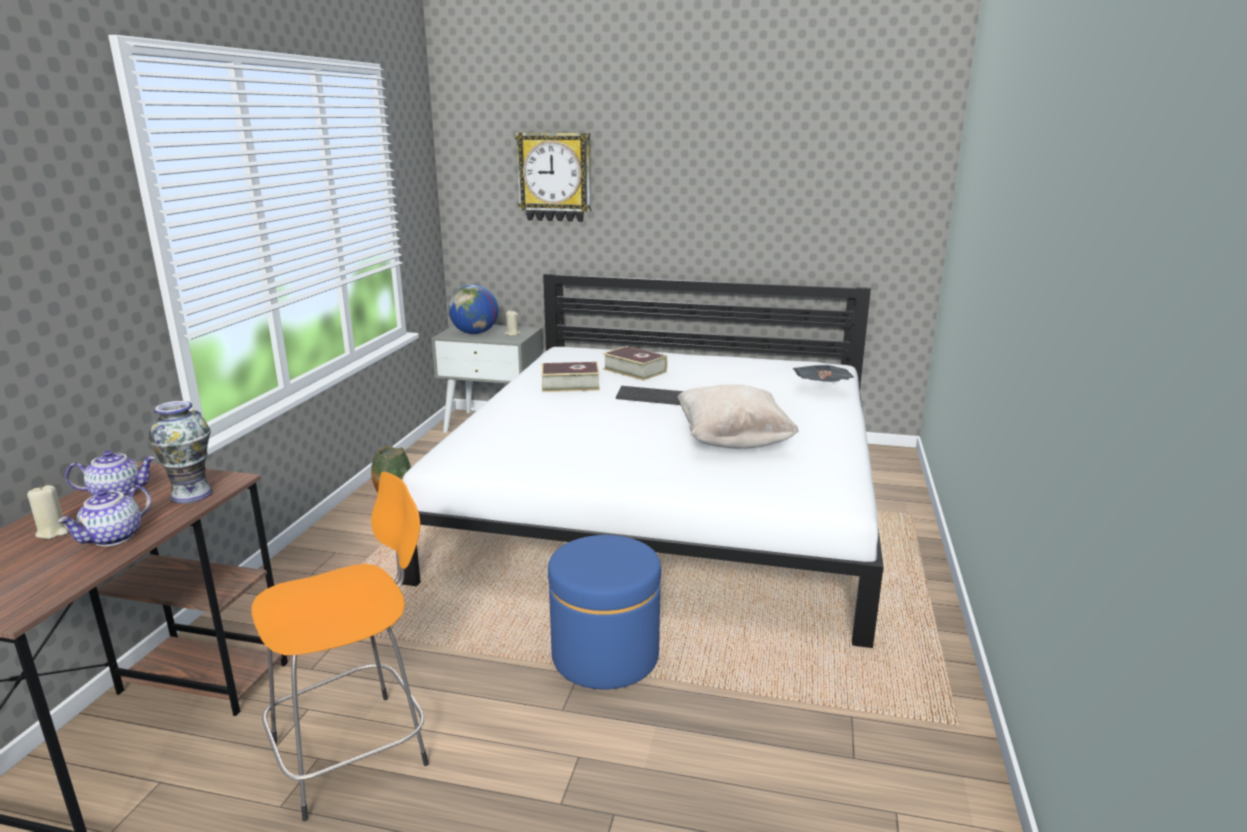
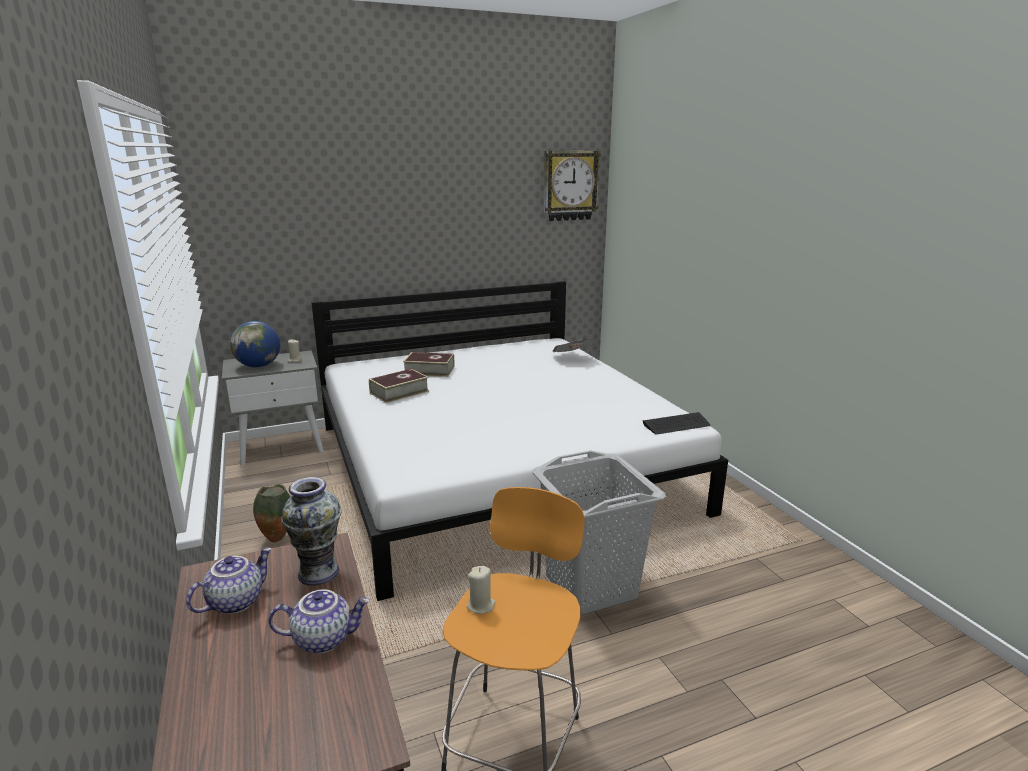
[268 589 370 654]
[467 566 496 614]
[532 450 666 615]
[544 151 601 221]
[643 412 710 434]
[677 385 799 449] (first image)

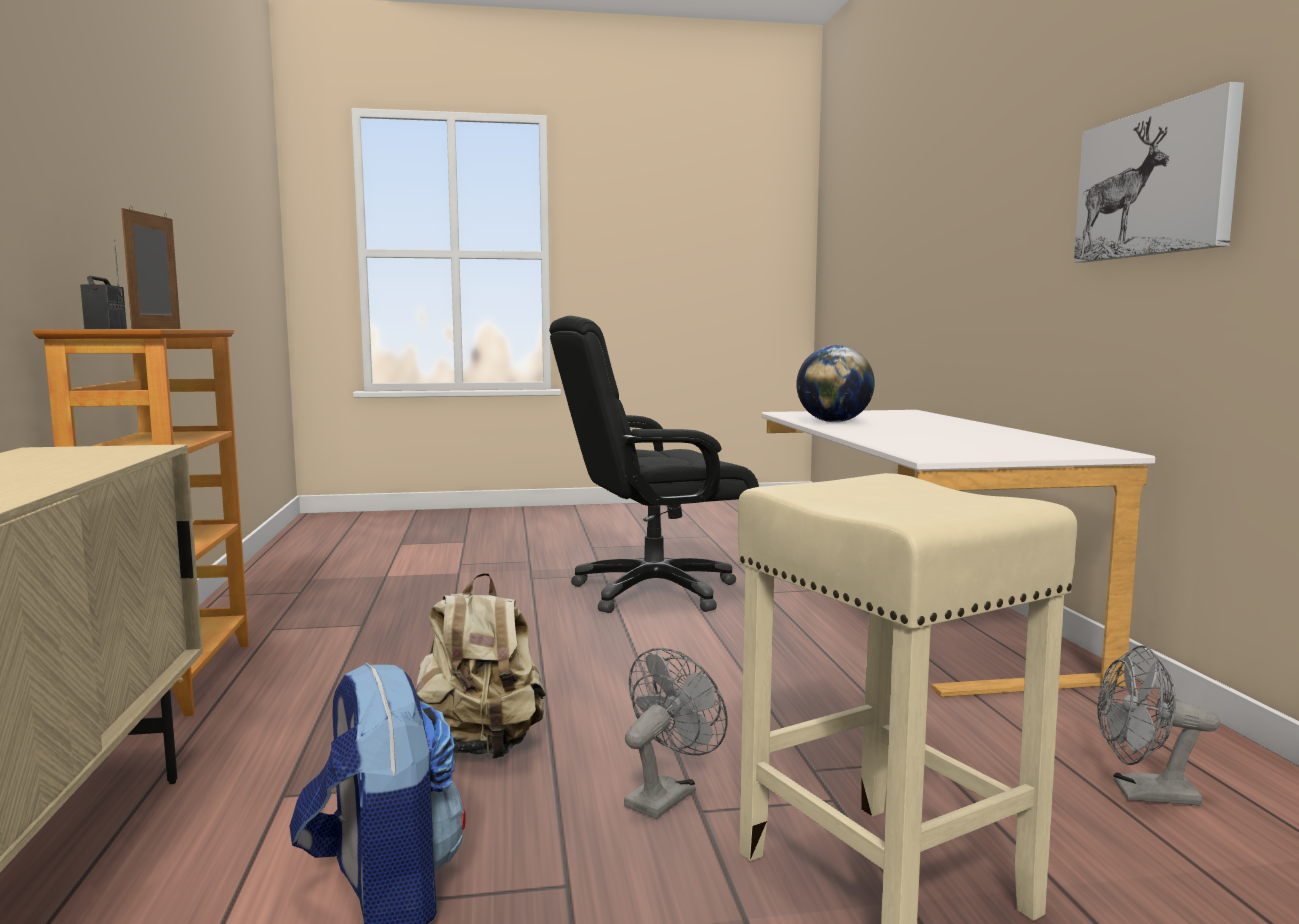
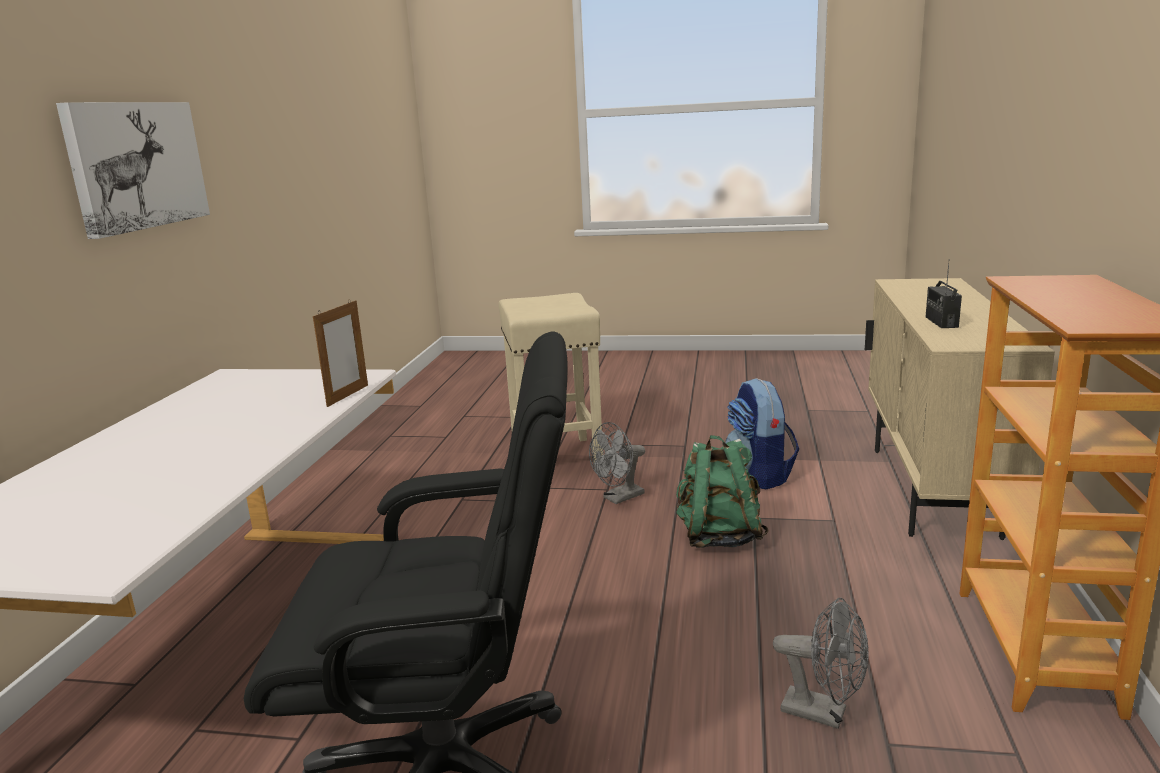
[313 299 368 407]
[676 435 769 548]
[773 597 869 729]
[926 259 962 328]
[796 345 875 422] (first image)

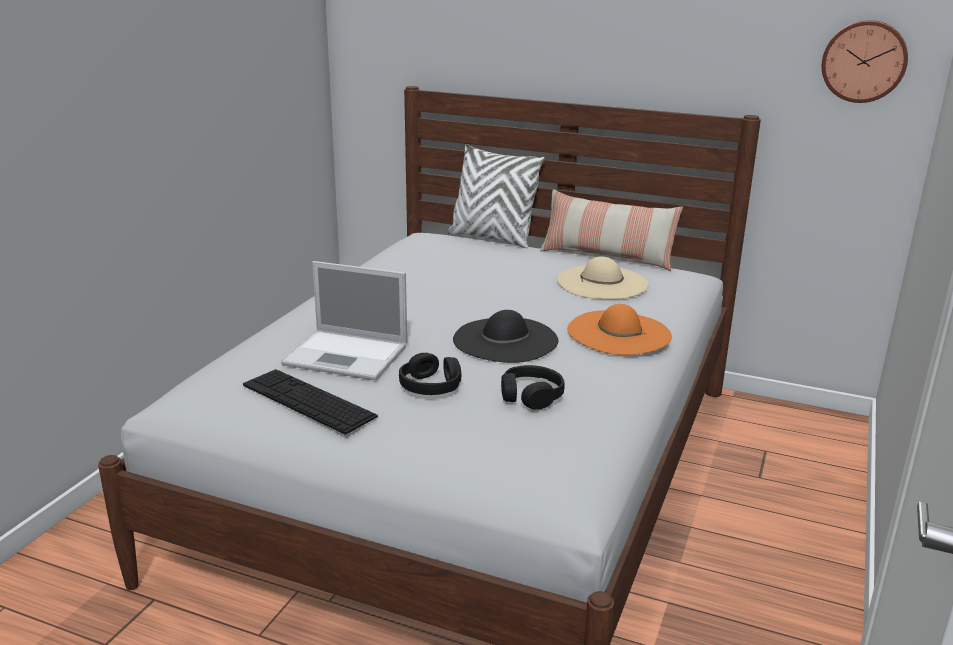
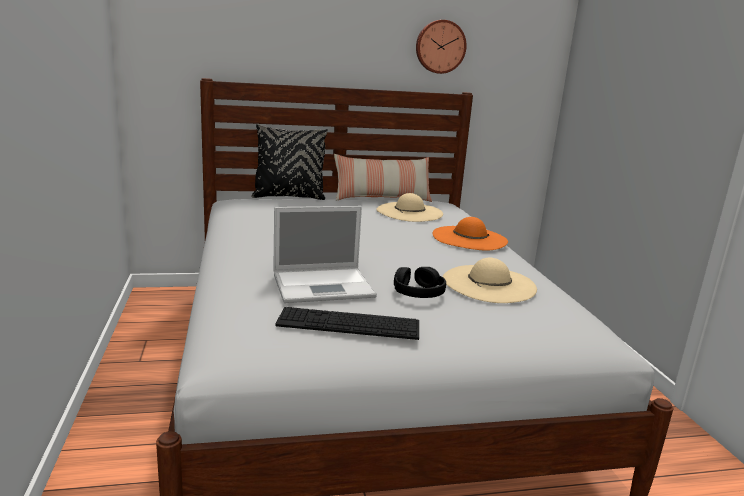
[251 124 328 200]
[416 20 467 74]
[442 258 537 303]
[453 310 558 363] (first image)

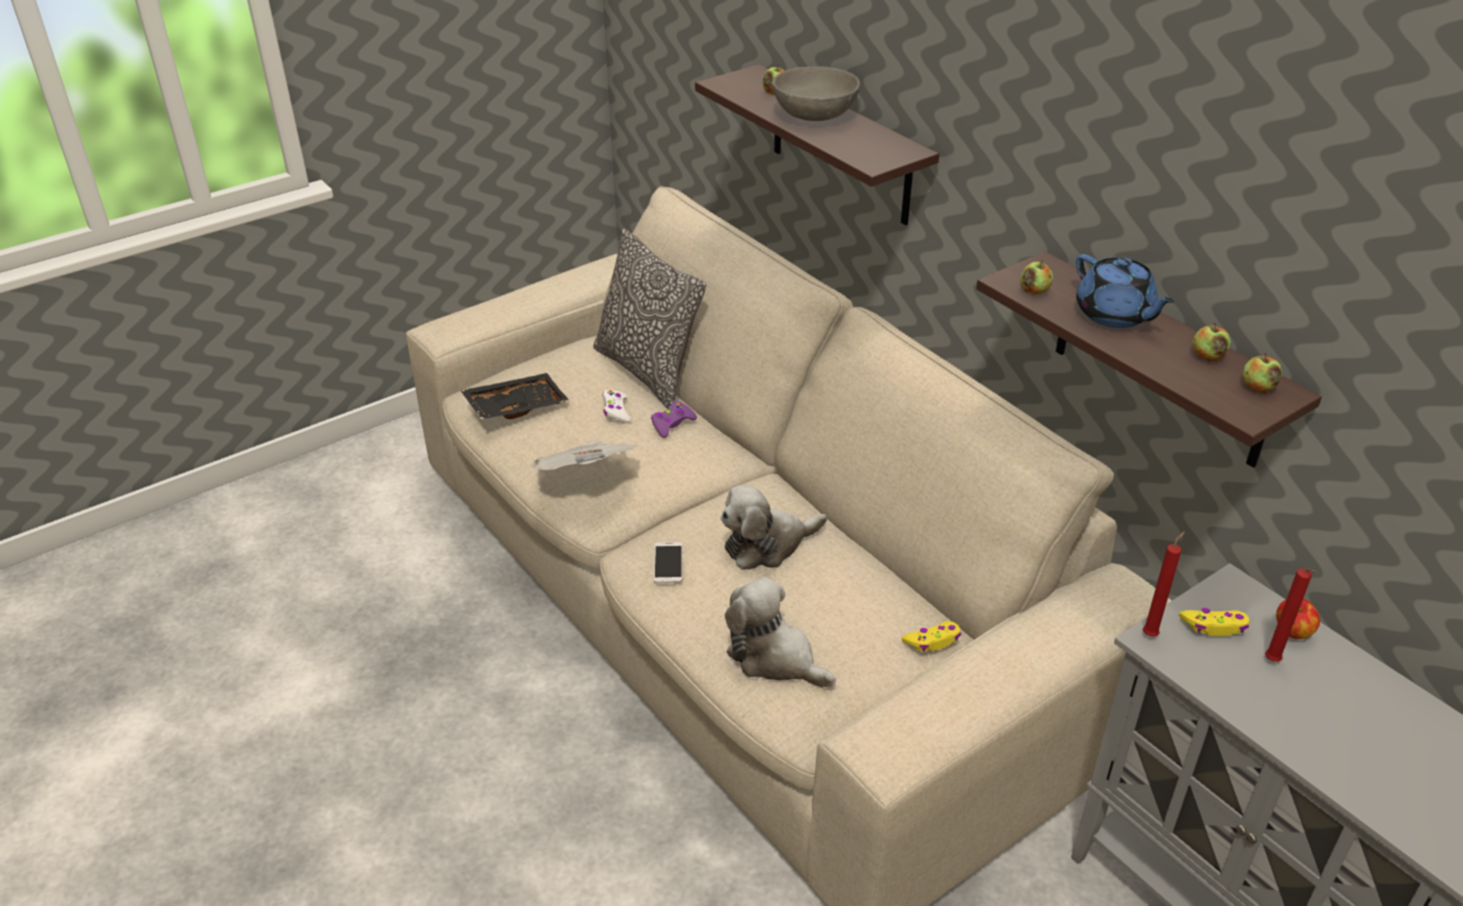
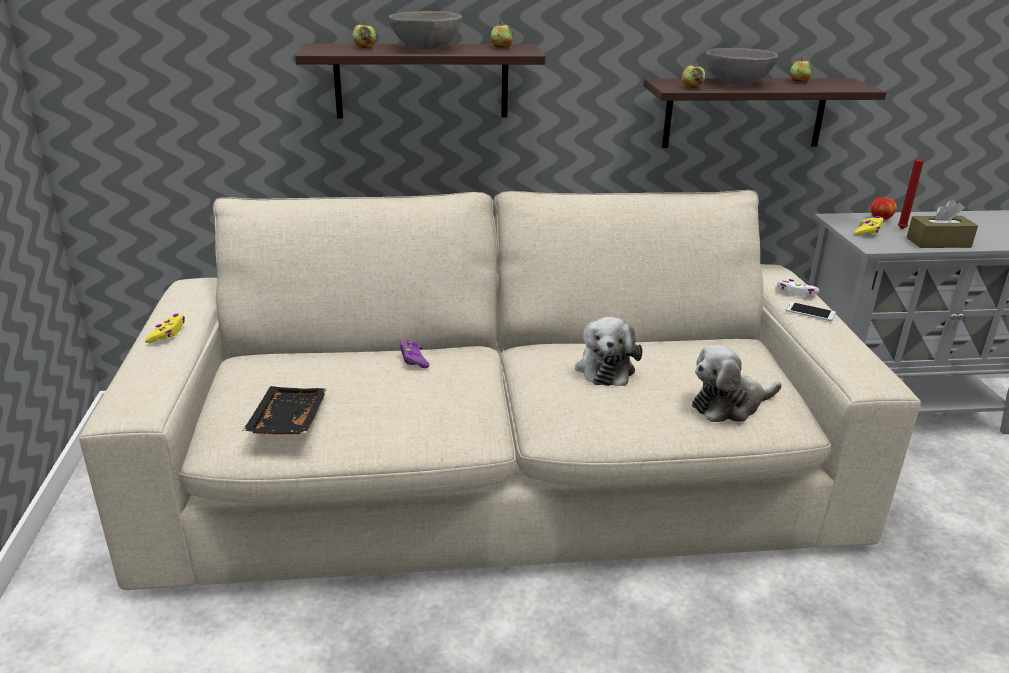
[145 314 185 343]
[491 22 514 48]
[706 48 778 84]
[777 279 819 296]
[786 302 836 321]
[906 199 978 248]
[531 440 637 470] (first image)
[593 229 706 409] (first image)
[1143 531 1185 637] (first image)

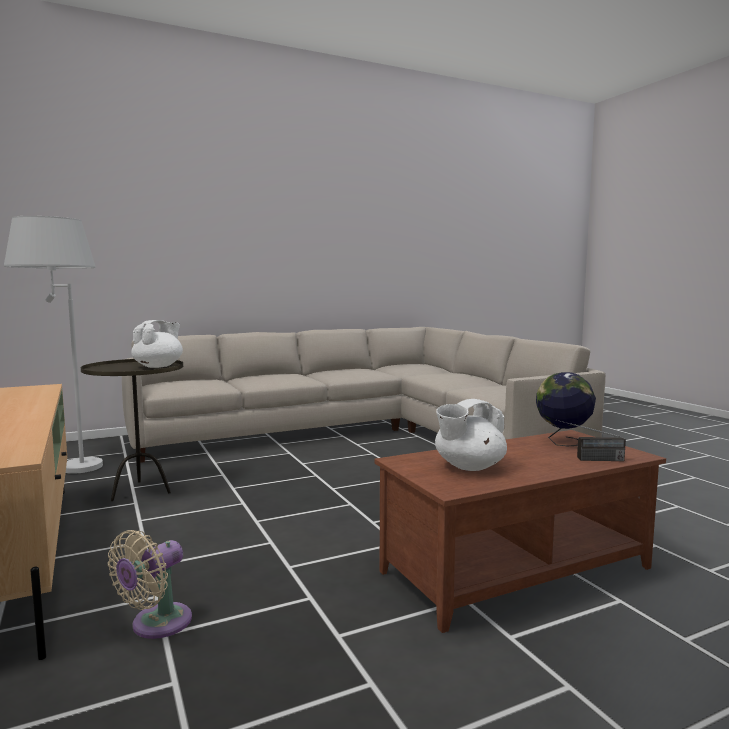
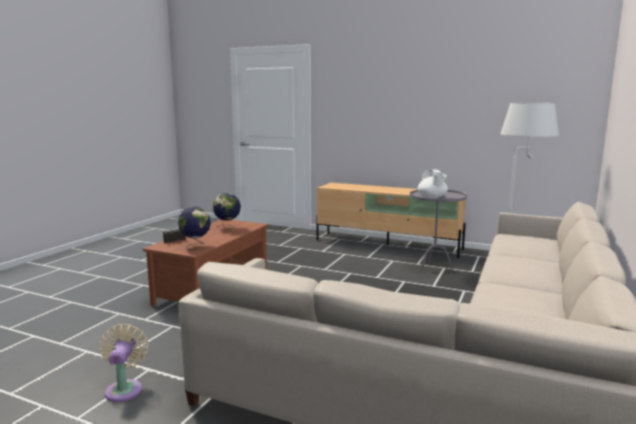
[100 324 149 402]
[213 193 241 229]
[410 190 467 271]

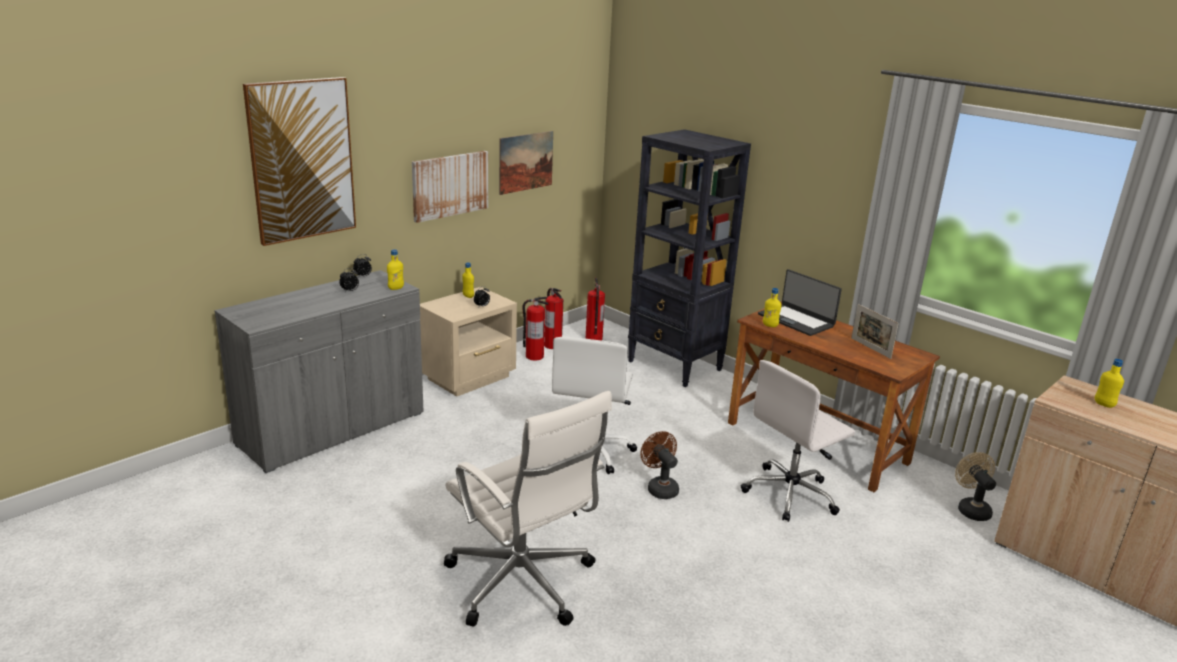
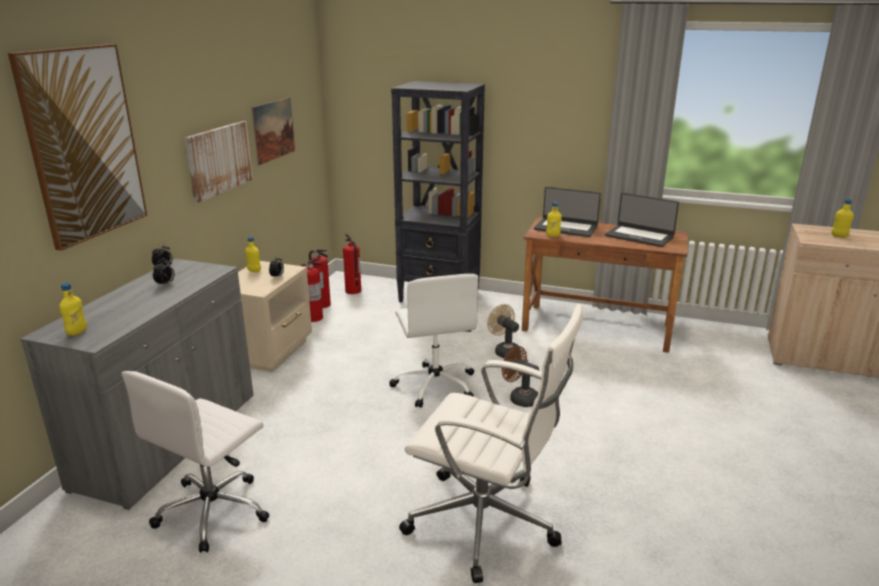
[59 282 87 336]
[121 371 269 553]
[487 304 521 358]
[605 193 679 247]

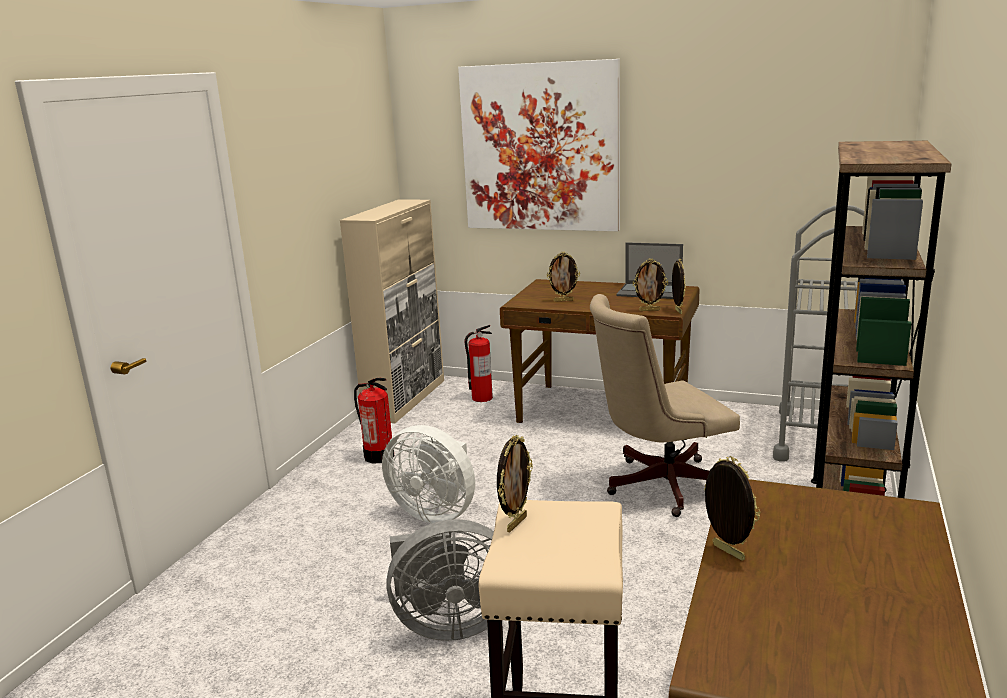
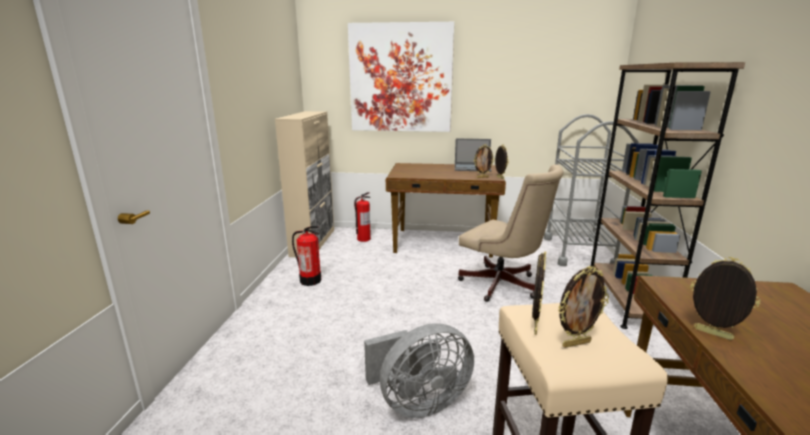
[458 164 564 302]
[558 266 609 348]
[382 425 475 523] (first image)

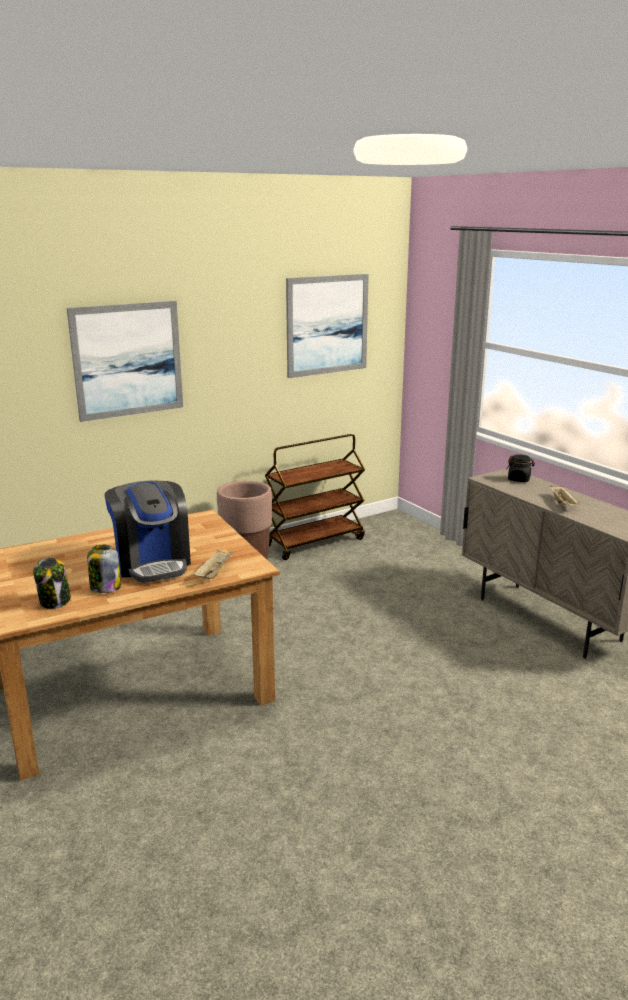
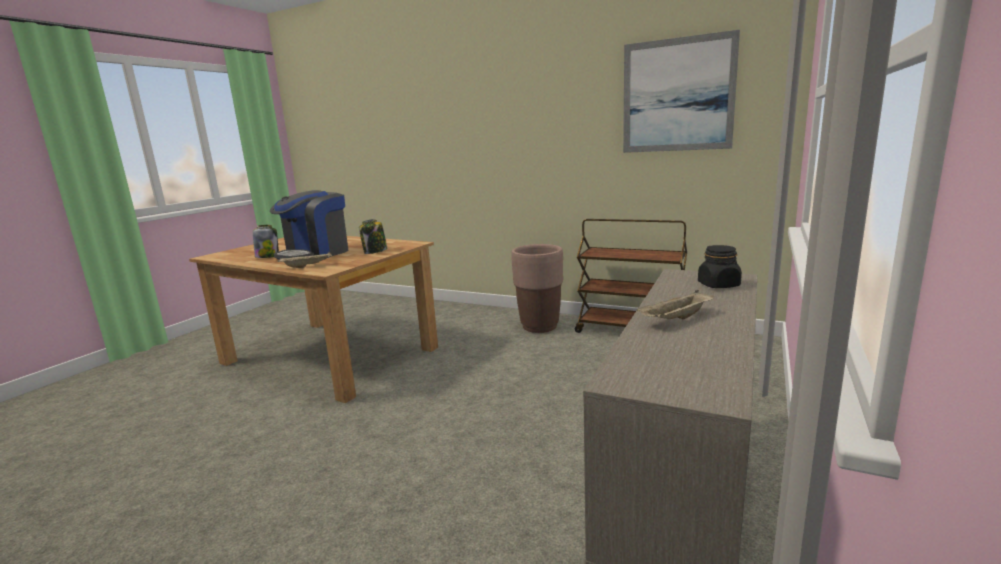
[359 219 387 254]
[67 301 183 422] (first image)

